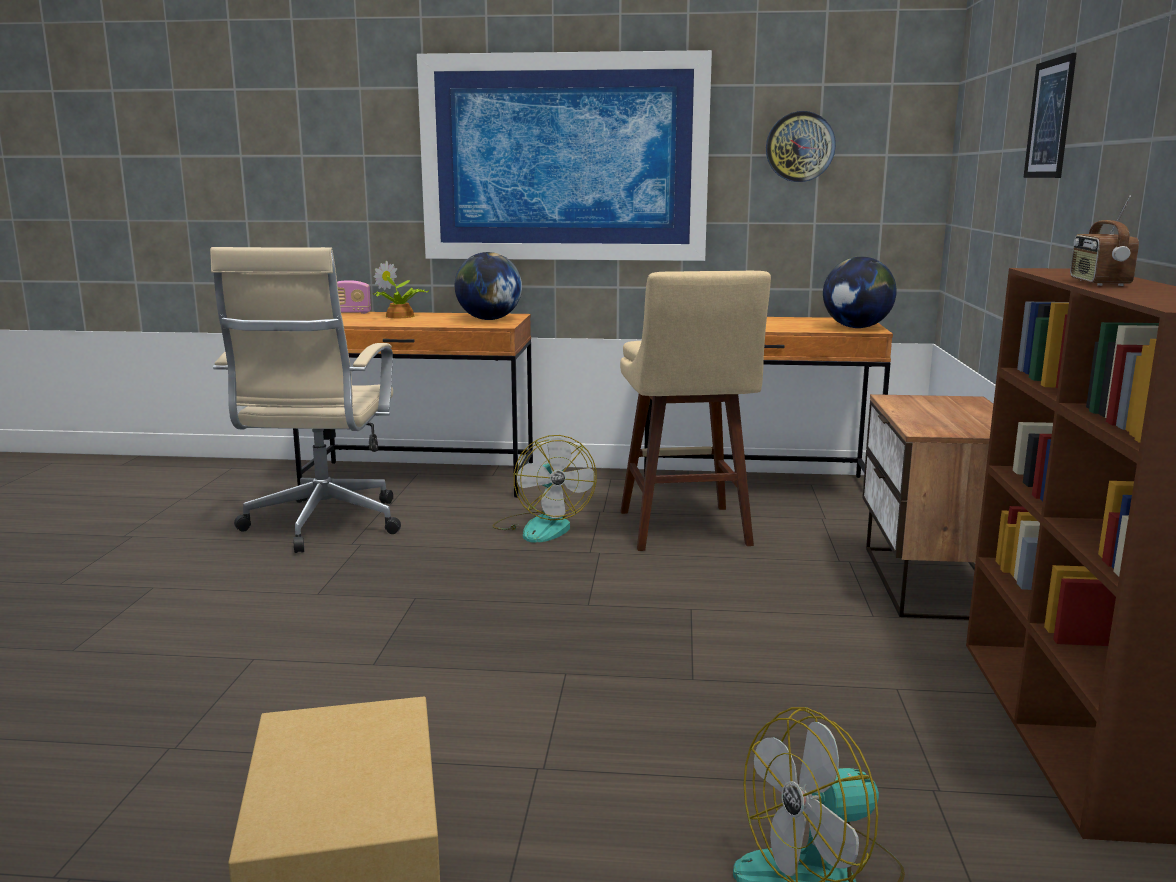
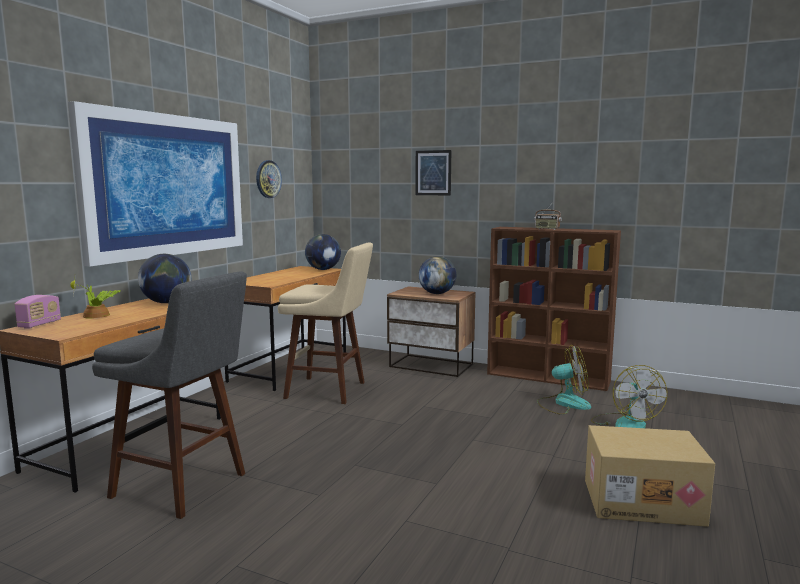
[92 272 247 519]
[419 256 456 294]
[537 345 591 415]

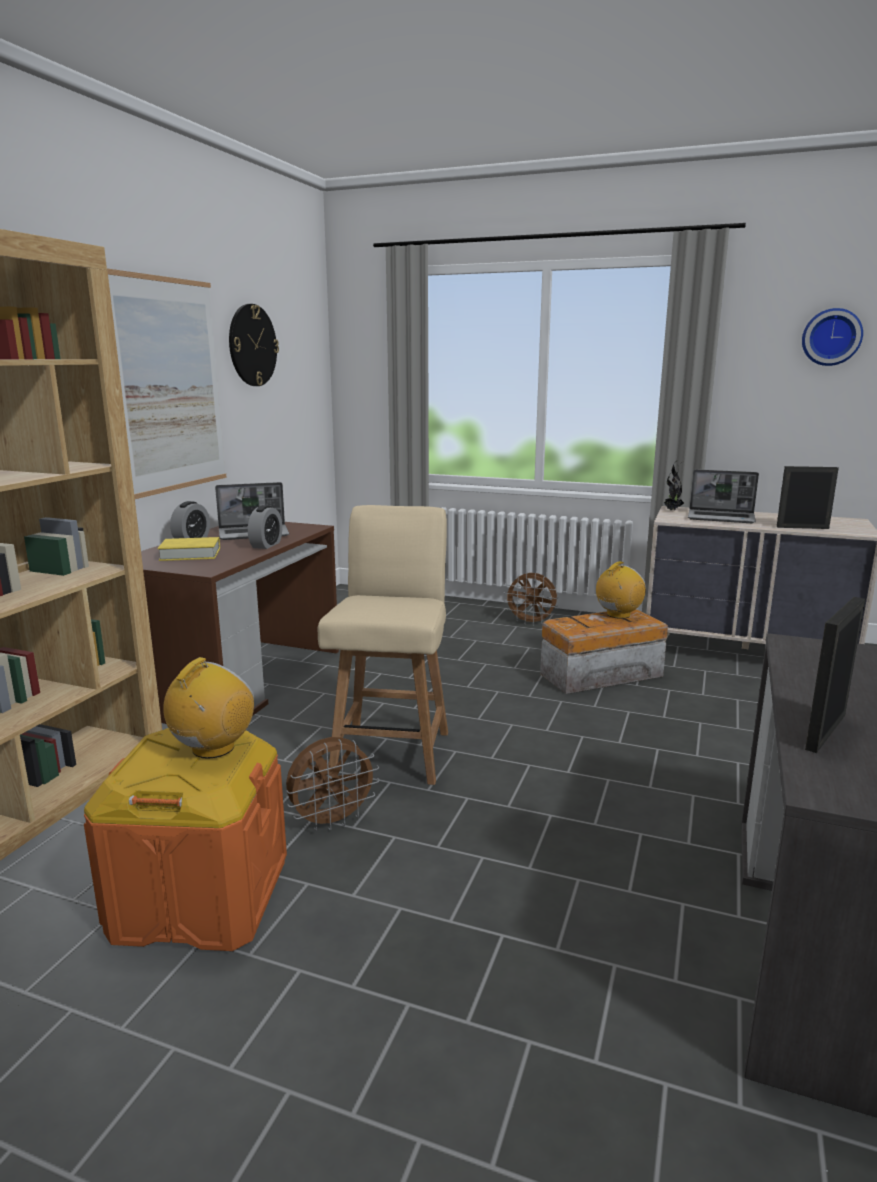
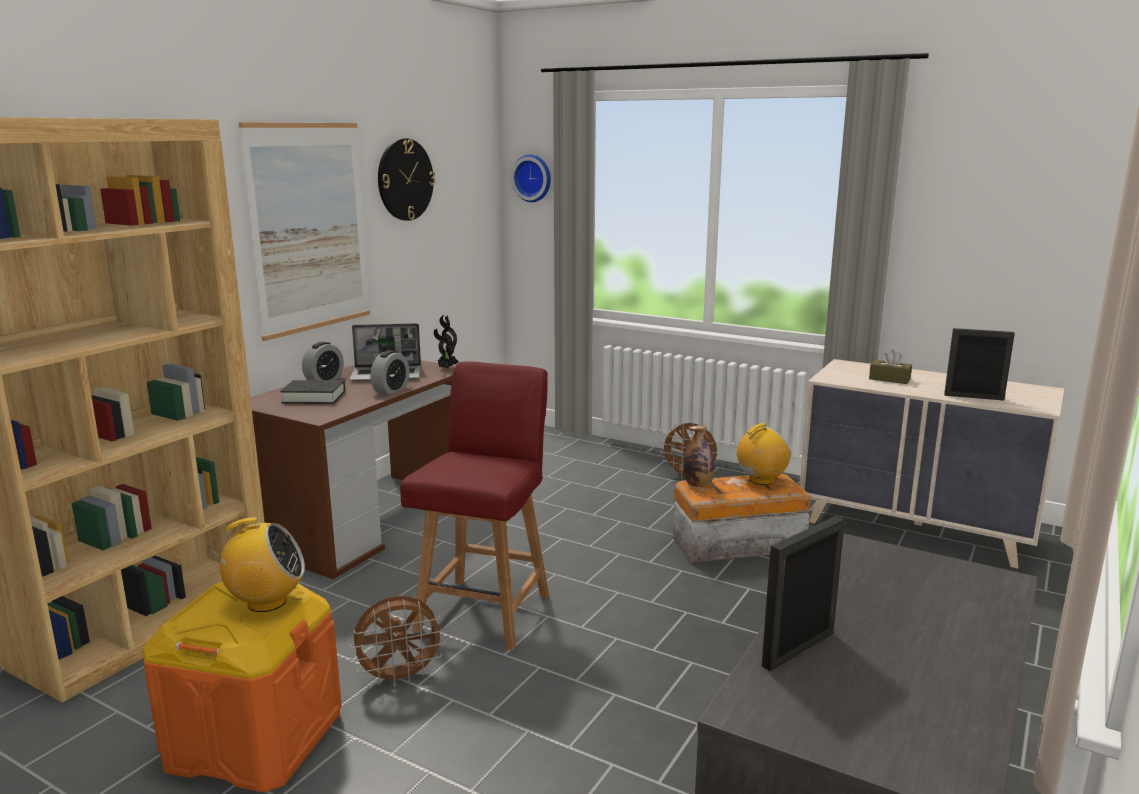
[209 517 305 612]
[280 380 345 404]
[400 362 549 650]
[434 315 459 369]
[511 154 551 202]
[683 425 715 487]
[869 349 912 384]

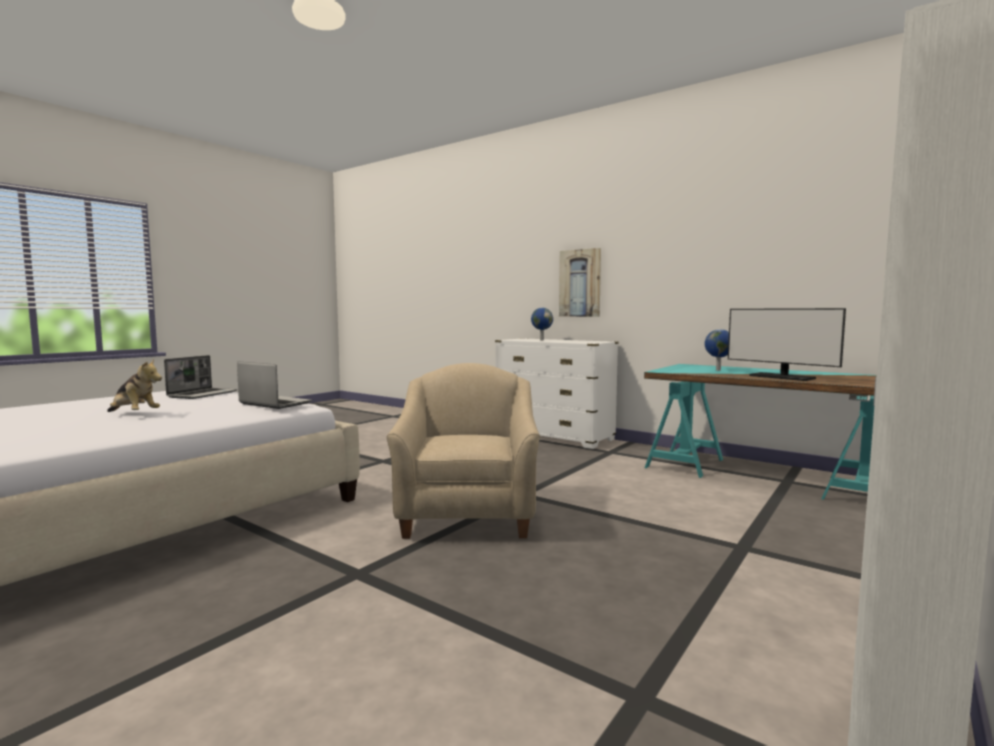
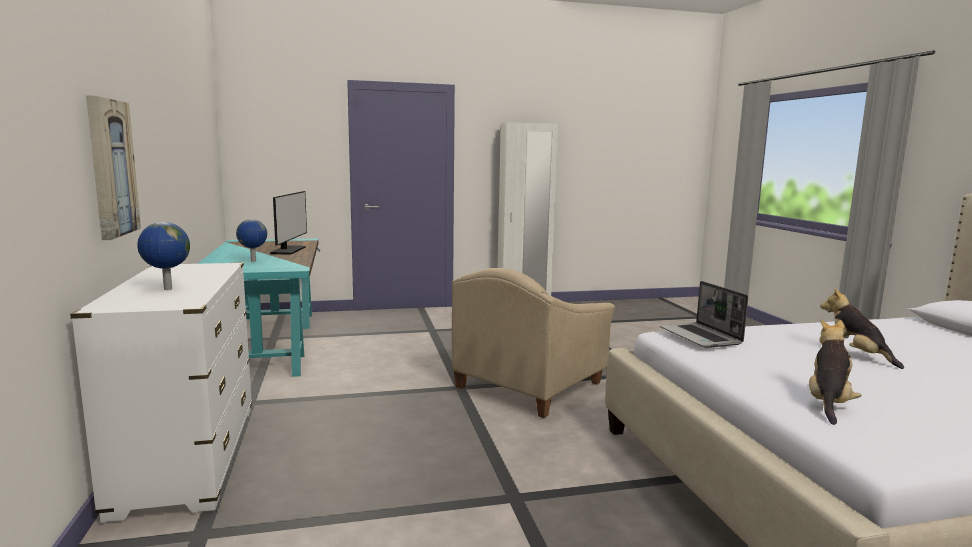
[809 319 861 425]

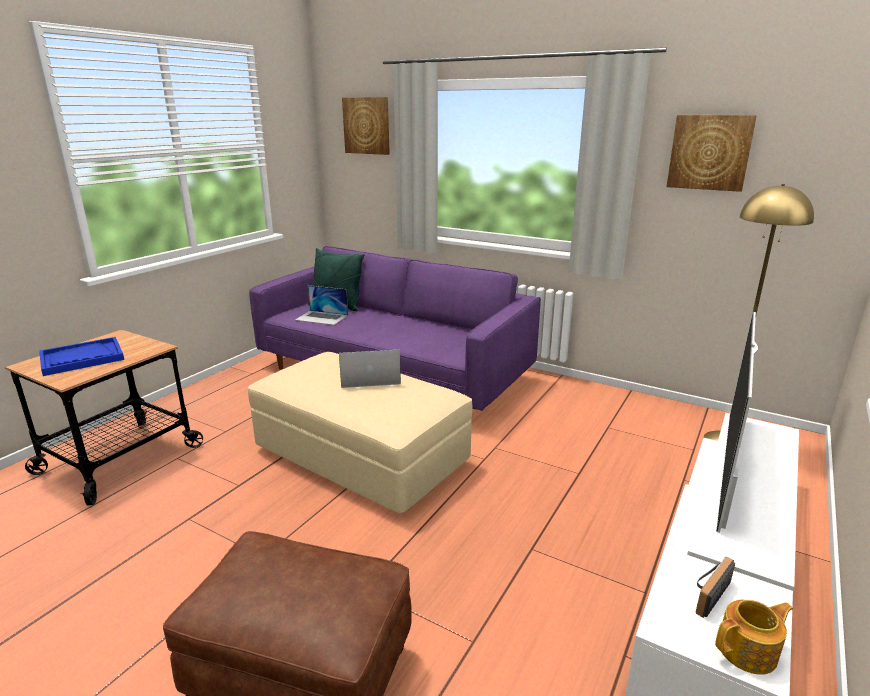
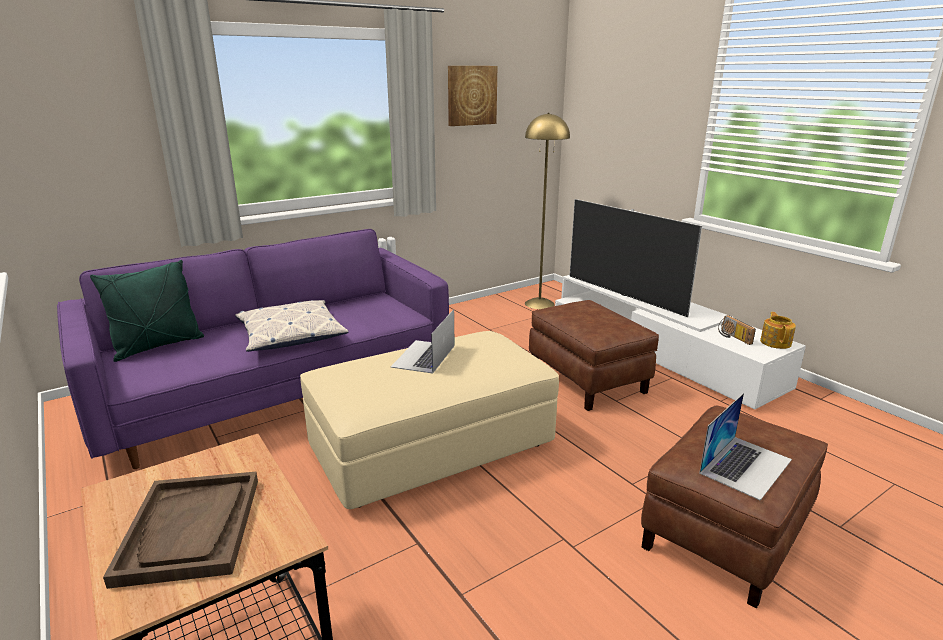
[103 472 258 589]
[235 300 348 352]
[529 300 659 411]
[699 393 792 501]
[342 97 390 155] (first image)

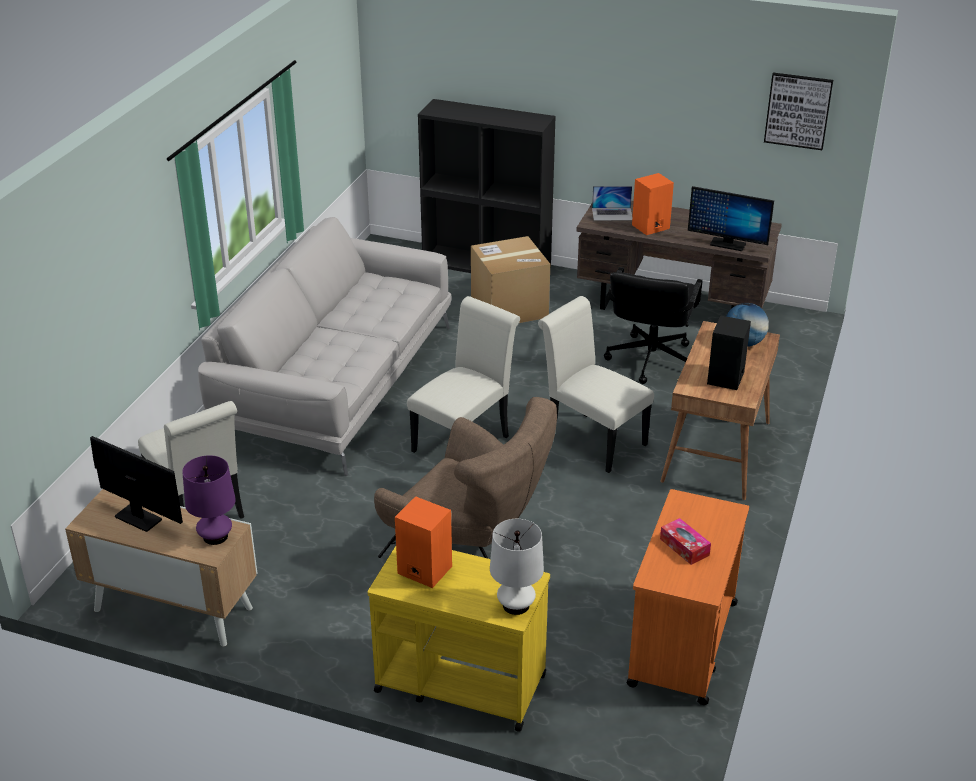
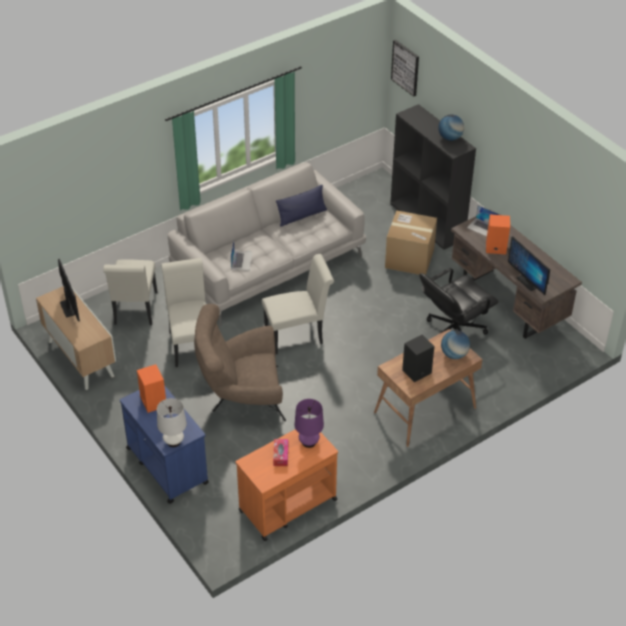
[120 385 209 504]
[161 258 206 367]
[194 304 286 421]
[231 239 253 270]
[276 185 327 227]
[295 399 324 448]
[391 40 419 97]
[438 115 464 141]

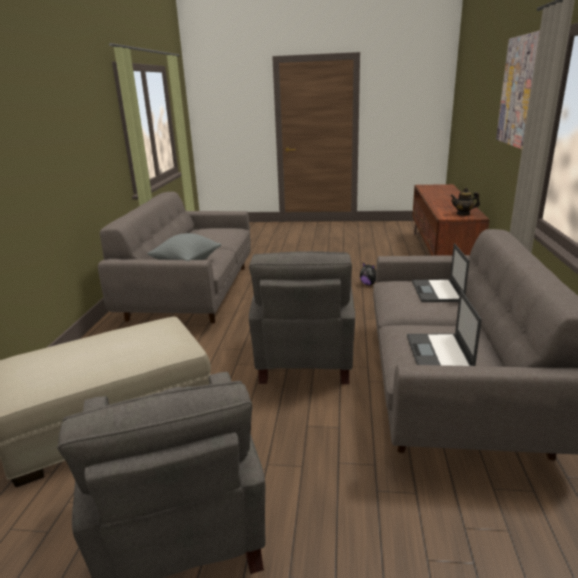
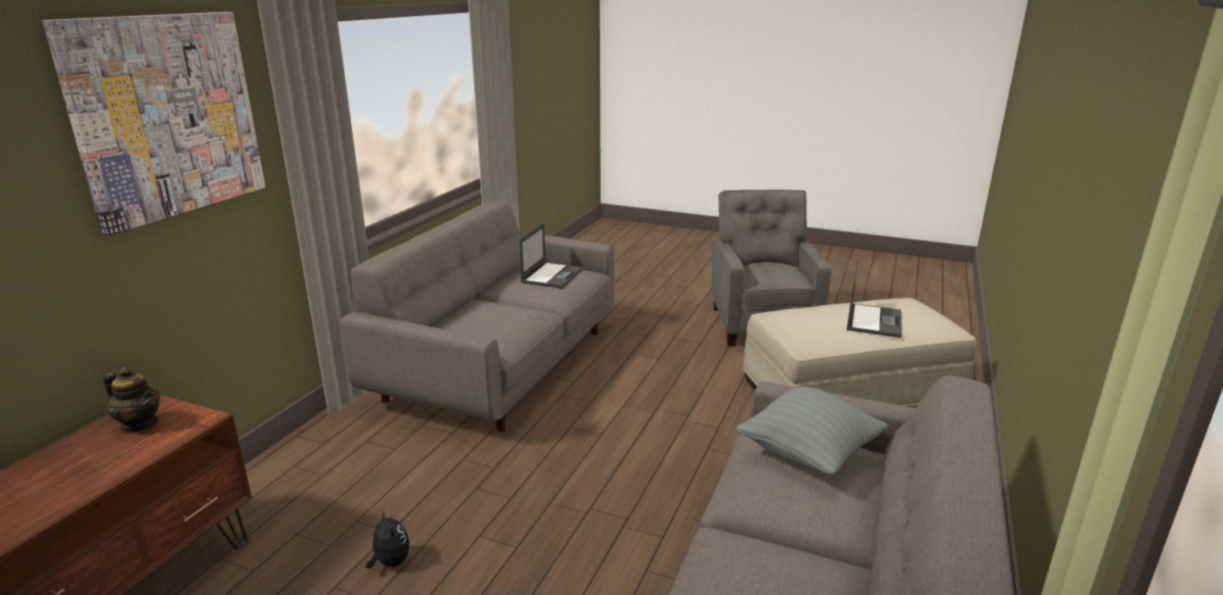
[847 260 901 338]
[249 251 355 384] (first image)

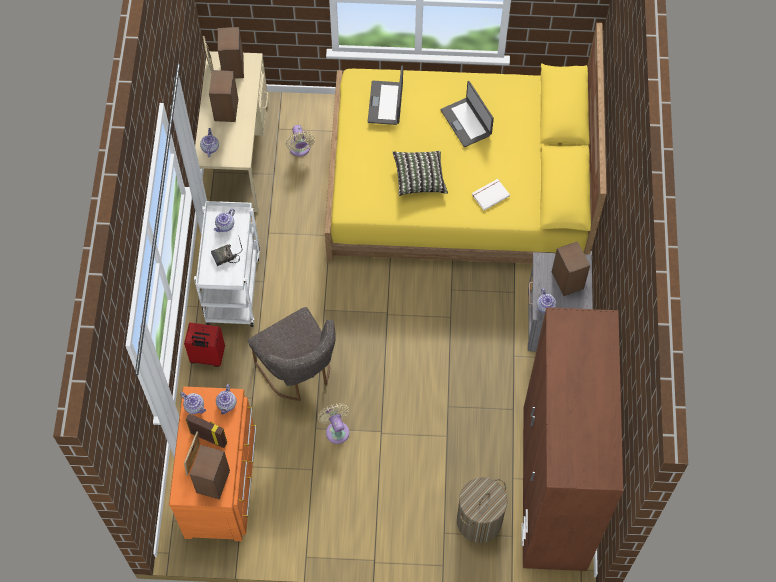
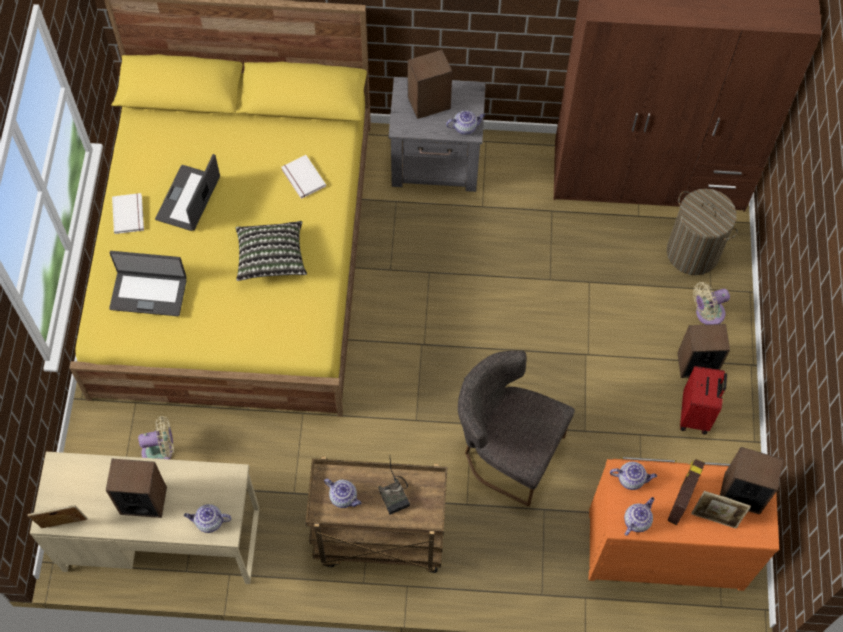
[112 193 144 234]
[155 154 220 231]
[305 456 448 573]
[458 350 575 507]
[677 324 730 378]
[680 366 727 435]
[693 282 730 325]

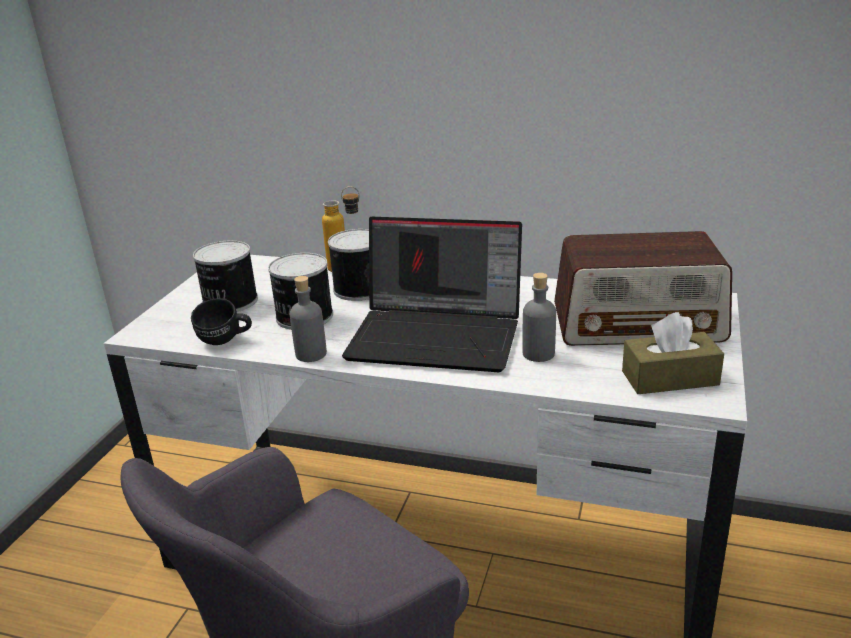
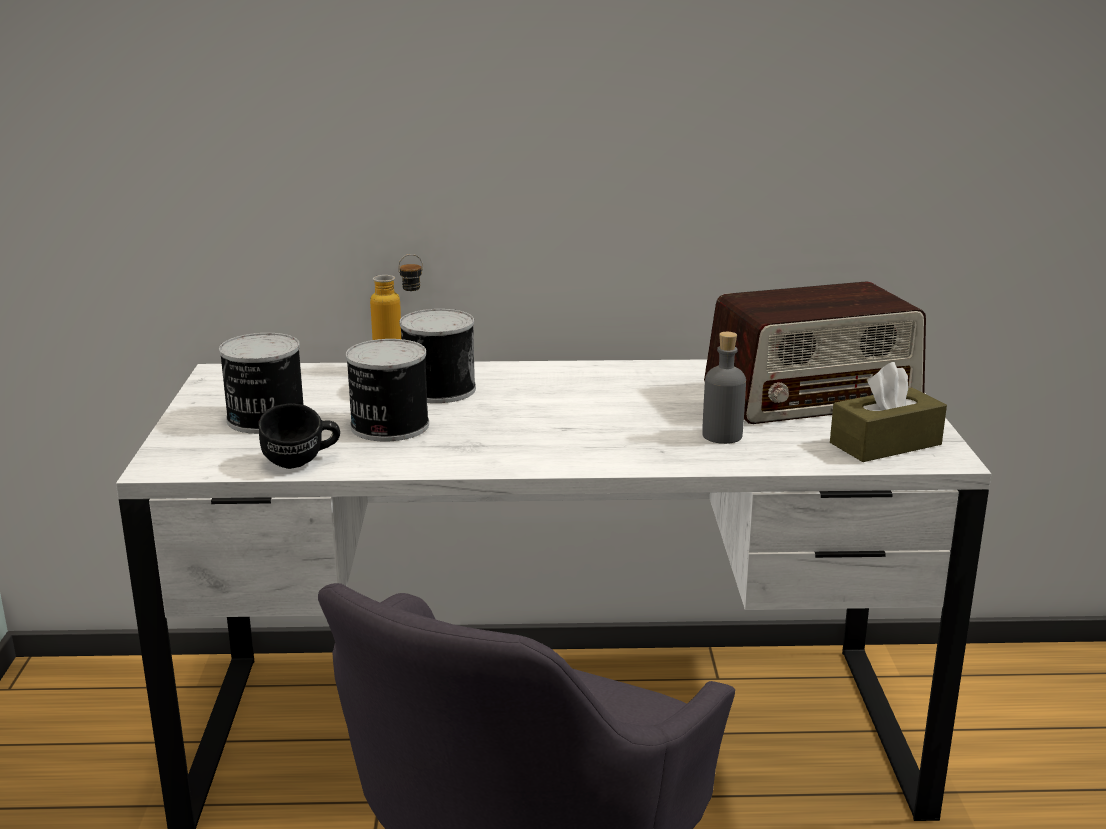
[290 276 327 362] (first image)
[342 217 522 372] (first image)

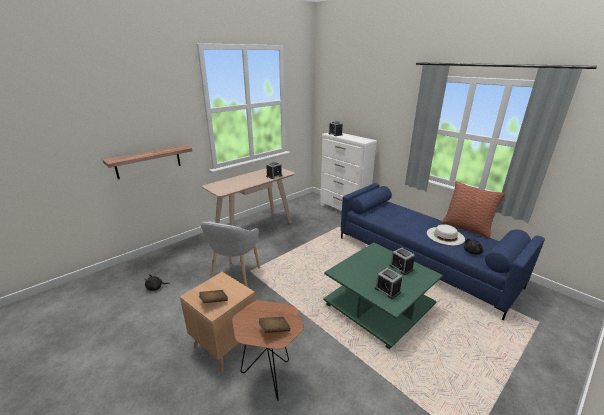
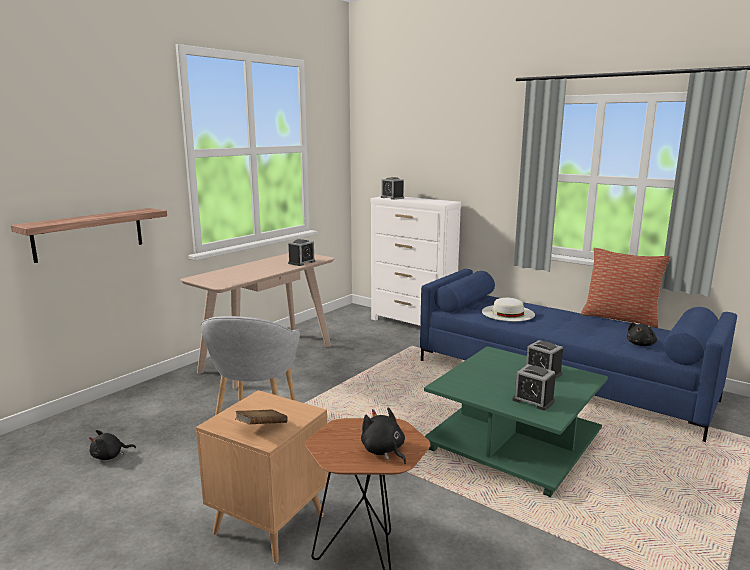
[361 407 406 464]
[482 298 535 321]

